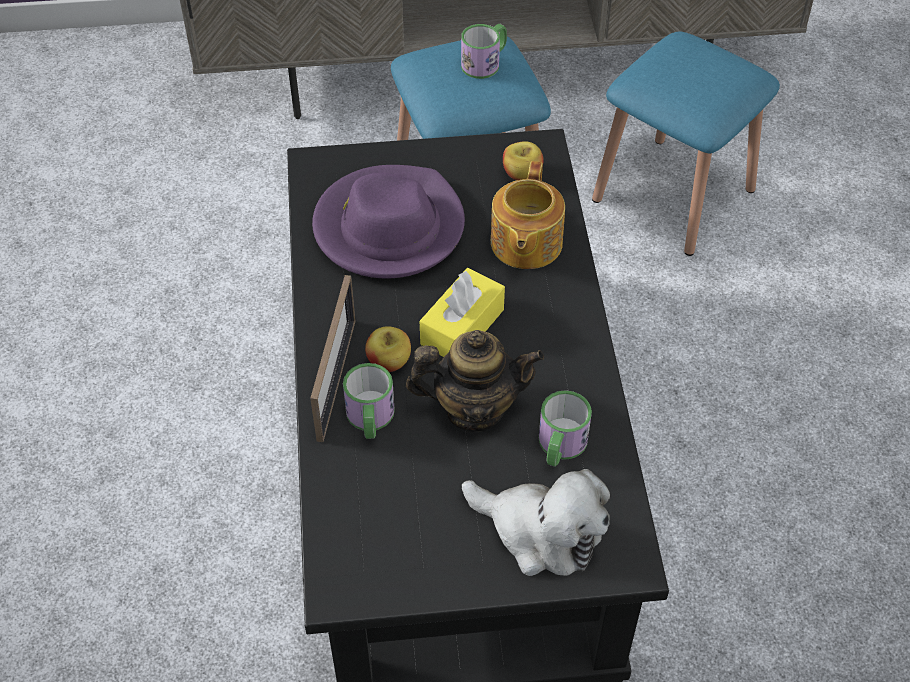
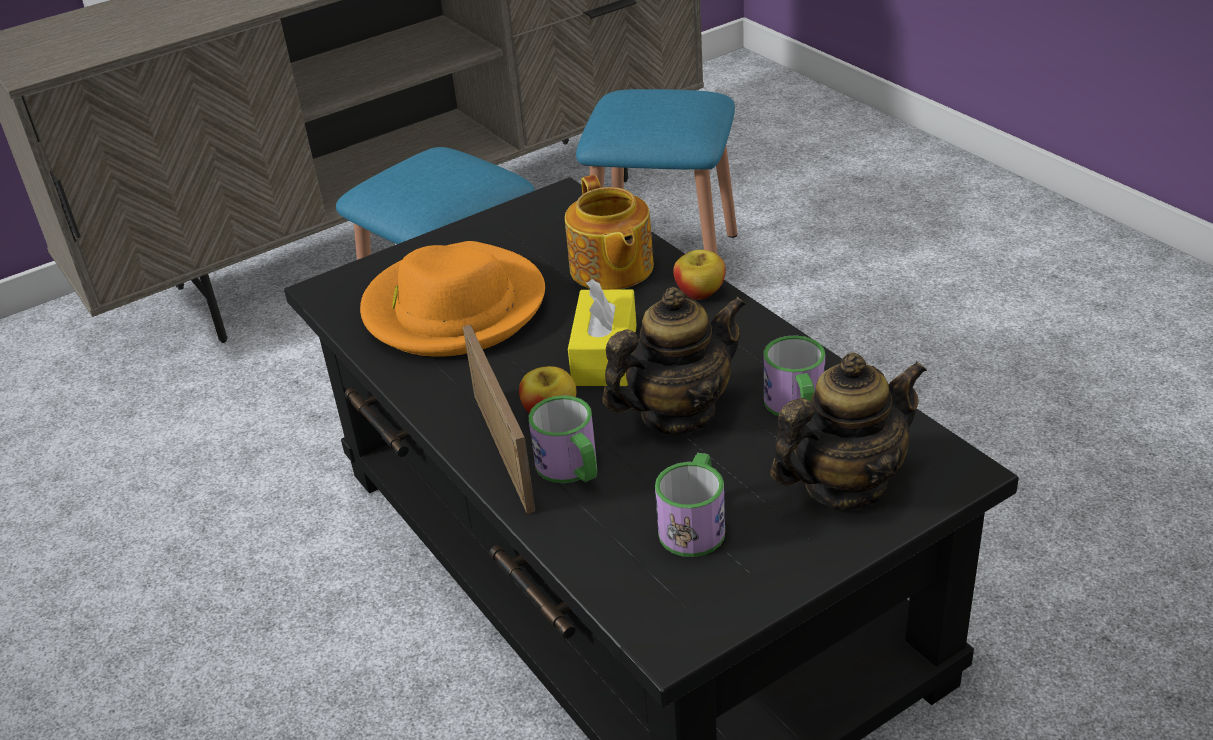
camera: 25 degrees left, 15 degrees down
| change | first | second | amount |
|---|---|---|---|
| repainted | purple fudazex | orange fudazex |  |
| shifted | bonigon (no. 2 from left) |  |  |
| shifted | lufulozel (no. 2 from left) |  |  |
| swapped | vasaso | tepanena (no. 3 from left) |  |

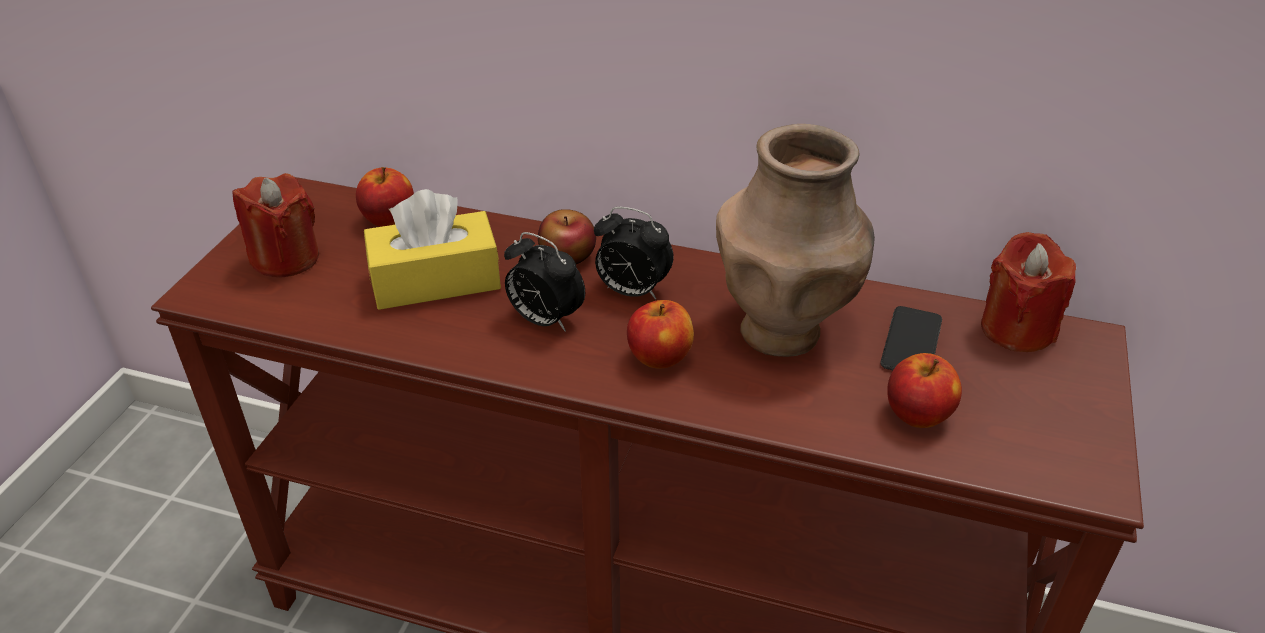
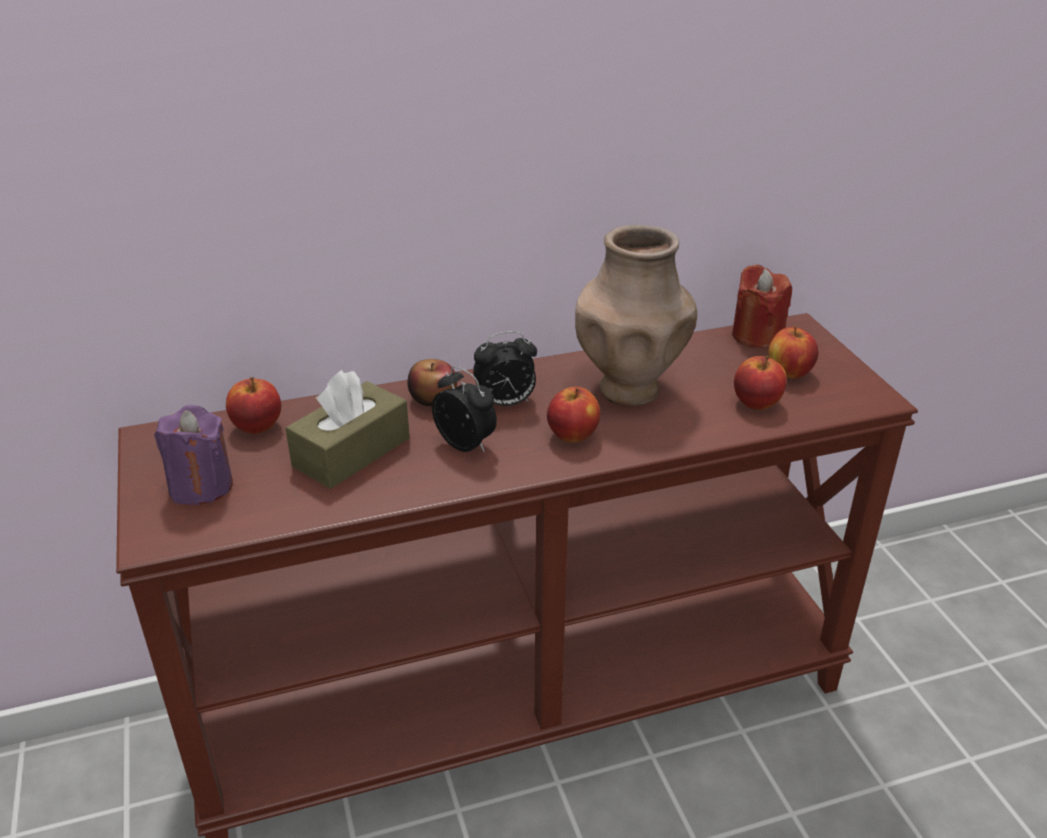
camera: 35 degrees left, 5 degrees down
| change | first | second | amount |
|---|---|---|---|
| repainted | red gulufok (no. 1 from left) | purple gulufok |  |
| repainted | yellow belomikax | brown belomikax |  |
| rotated | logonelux (no. 1 from left) |  | 135 degrees counterclockwise |
| new |  | lufulozel (no. 5 from left) |  |
| gone | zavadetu |  |  |

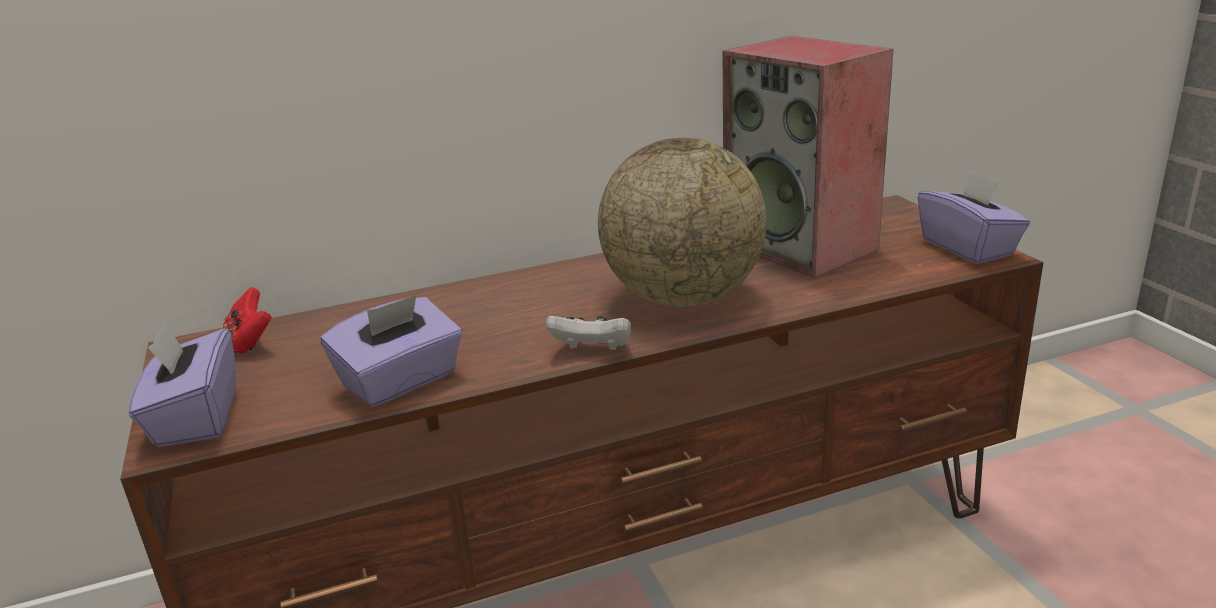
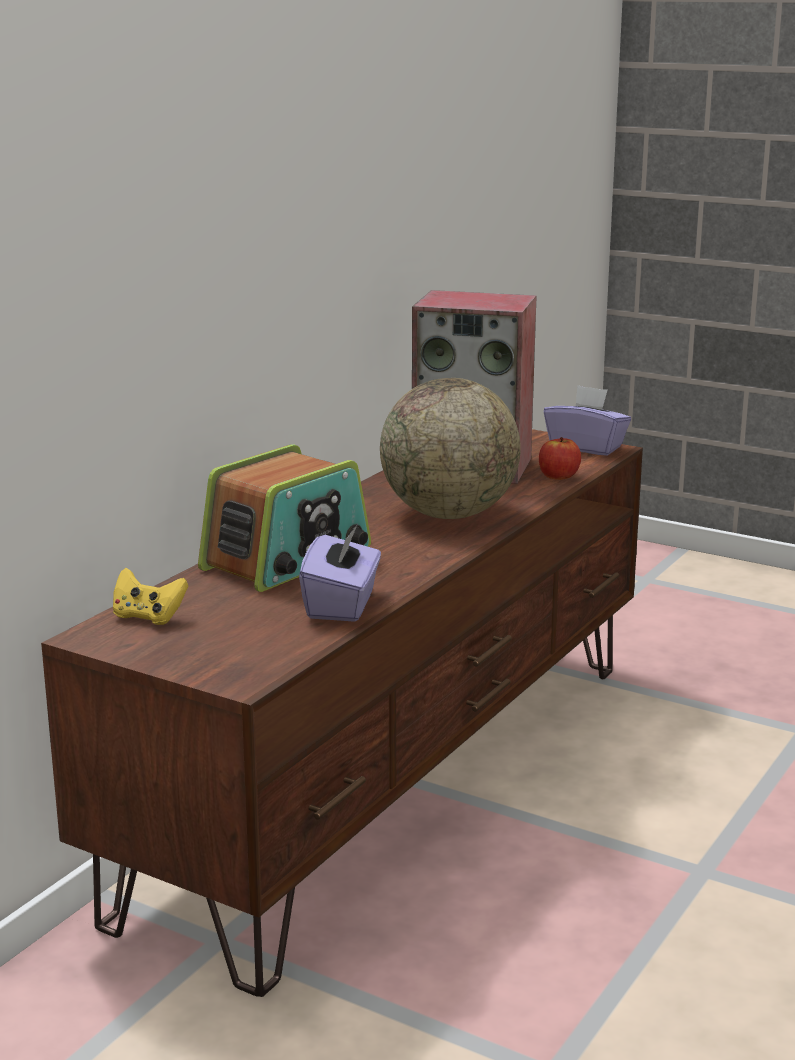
camera: 40 degrees left, 5 degrees down
| change | first | second | amount |
|---|---|---|---|
| repainted | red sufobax | yellow sufobax |  |
| new |  | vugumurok |  |
| new |  | lufulozel |  |
| gone | purple belomikax (no. 1 from left) |  |  |
| gone | white sufobax |  |  |

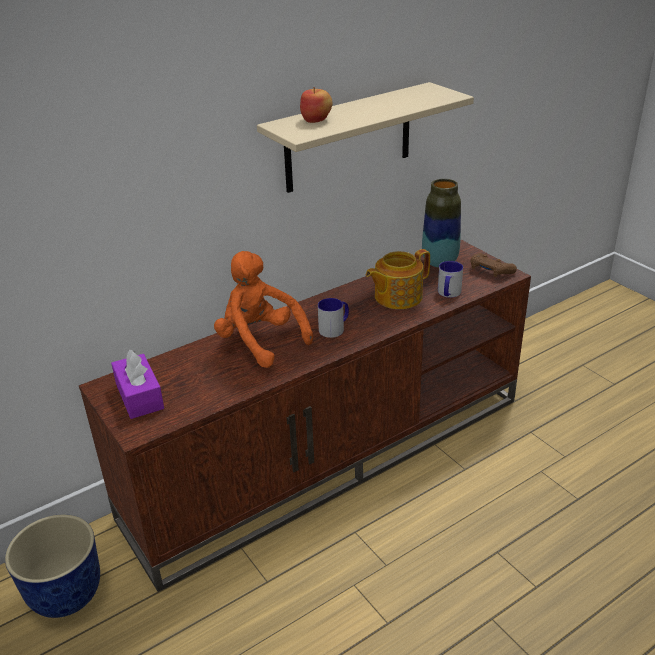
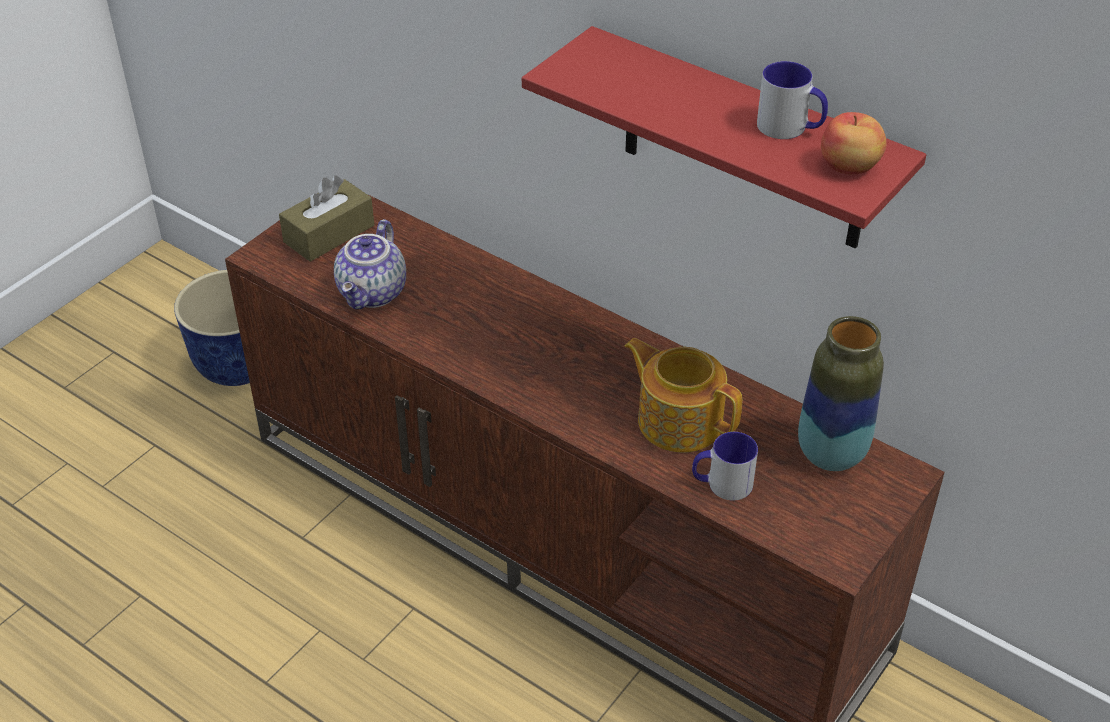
camera: 70 degrees right, 10 degrees up
| change | first | second | amount |
|---|---|---|---|
| repainted | purple belomikax | brown belomikax |  |
| new |  | tepanena (no. 1 from left) |  |
| repainted | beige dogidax | red dogidax |  |
| shifted | bonigon (no. 1 from left in the first image) | bonigon (no. 2 from left) |  |
| shifted | lufulozel |  |  |
| gone | orange vasaso |  |  |
| gone | brown sufobax |  |  |

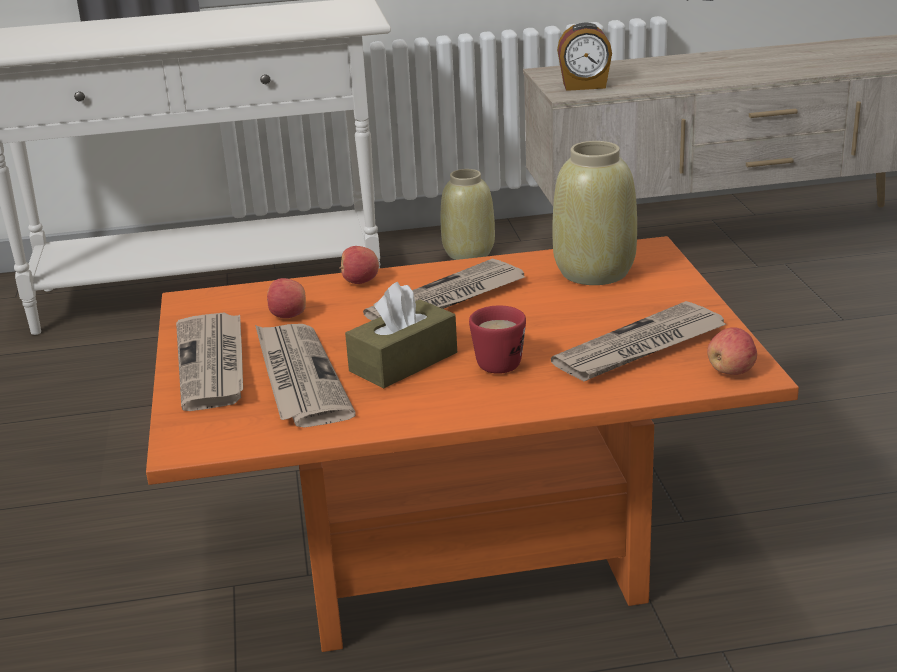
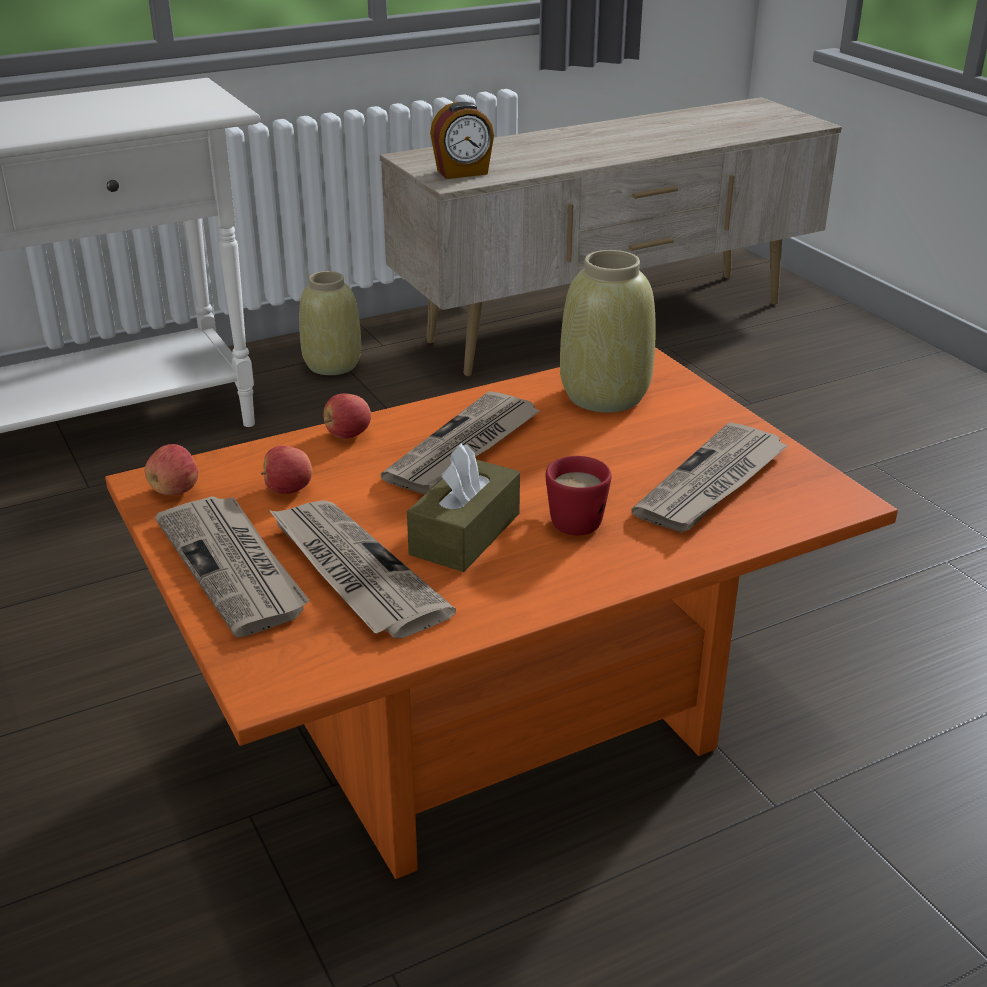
camera: 20 degrees left, 5 degrees up
| change | first | second | amount |
|---|---|---|---|
| shifted | lufulozel (no. 3 from left in the first image) | lufulozel (no. 1 from left) |  |

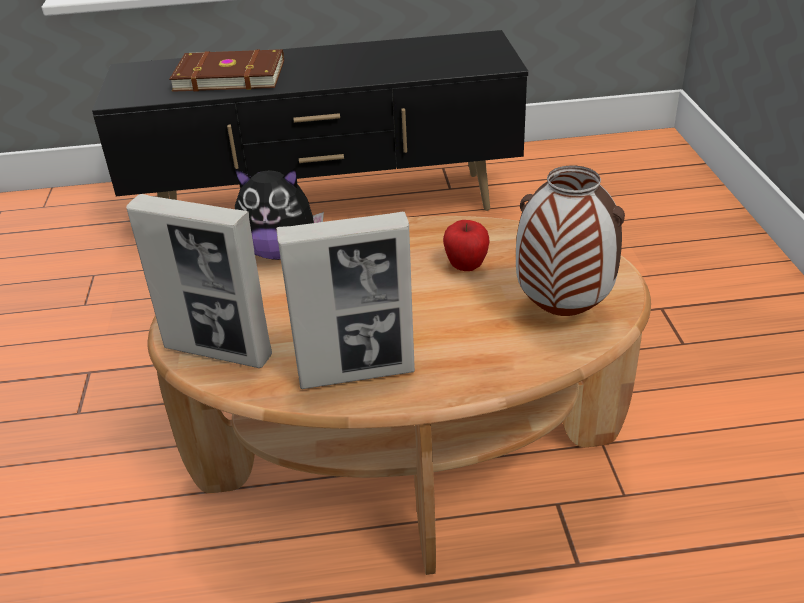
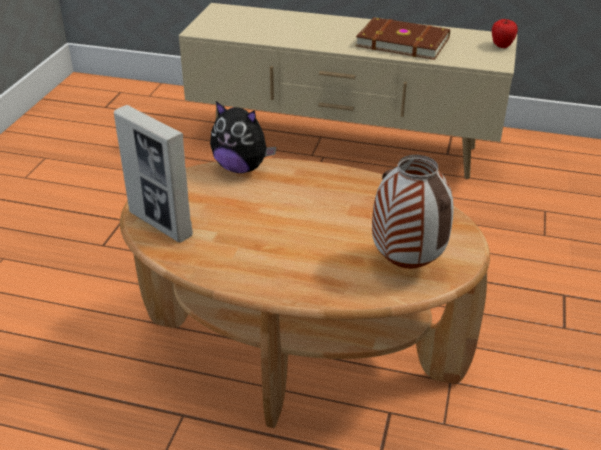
camera: 20 degrees right, 0 degrees up
| change | first | second | amount |
|---|---|---|---|
| repainted | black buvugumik | beige buvugumik |  |
| shifted | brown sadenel |  |  |
| shifted | lufulozel |  |  |
| gone | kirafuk (no. 2 from left) |  |  |

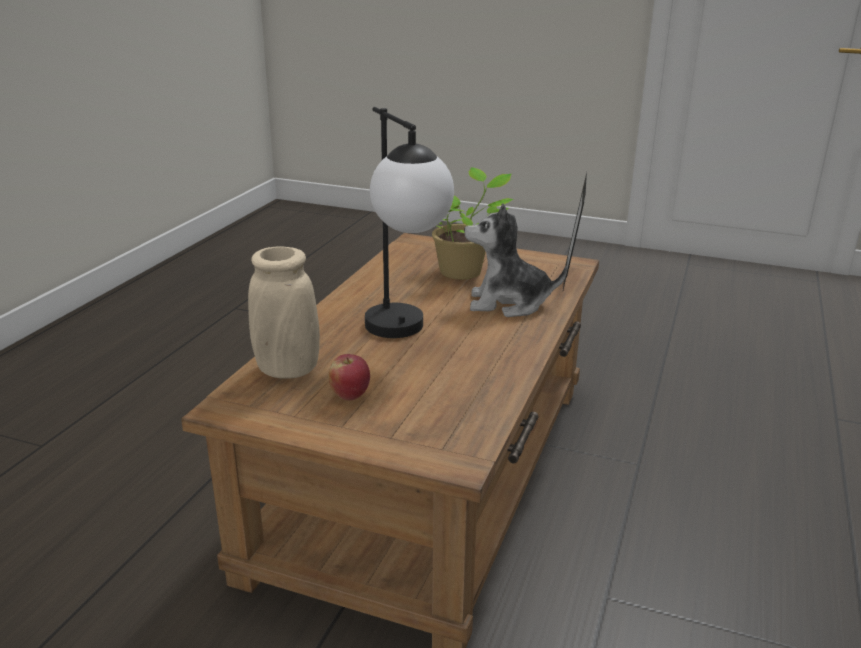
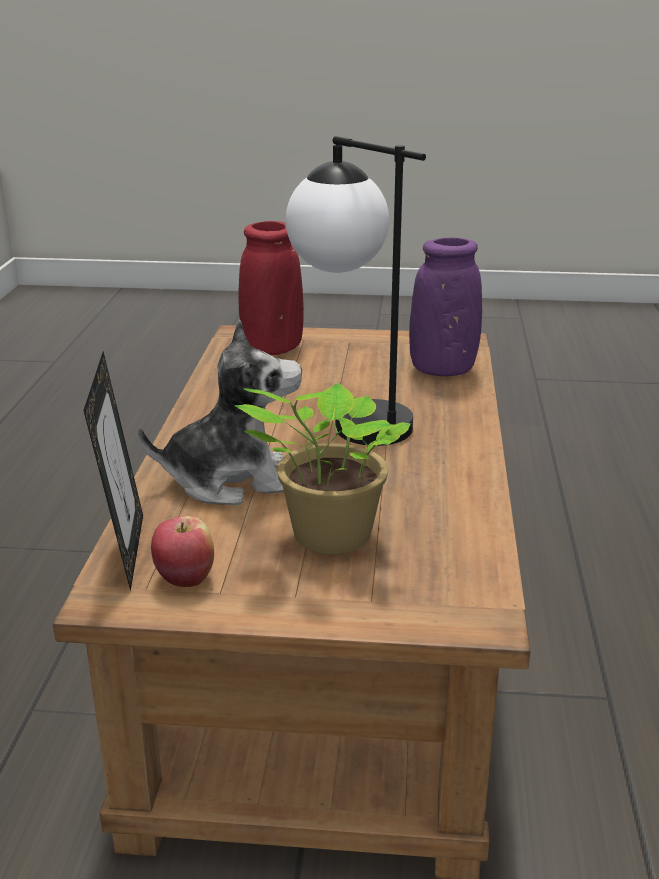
camera: 165 degrees right, 0 degrees up
| change | first | second | amount |
|---|---|---|---|
| shifted | lufulozel |  |  |
| new |  | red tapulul |  |
| repainted | beige tapulul | purple tapulul |  |

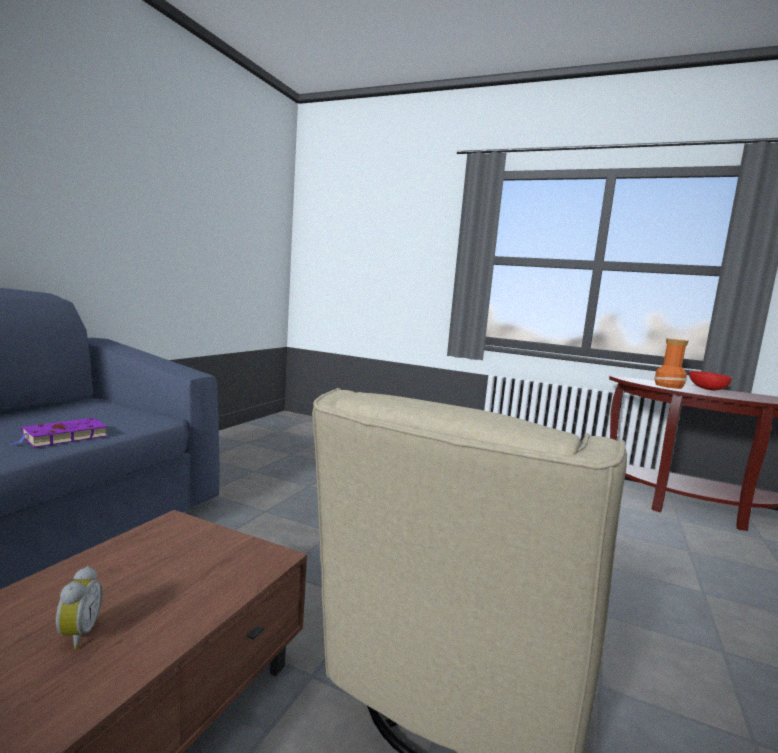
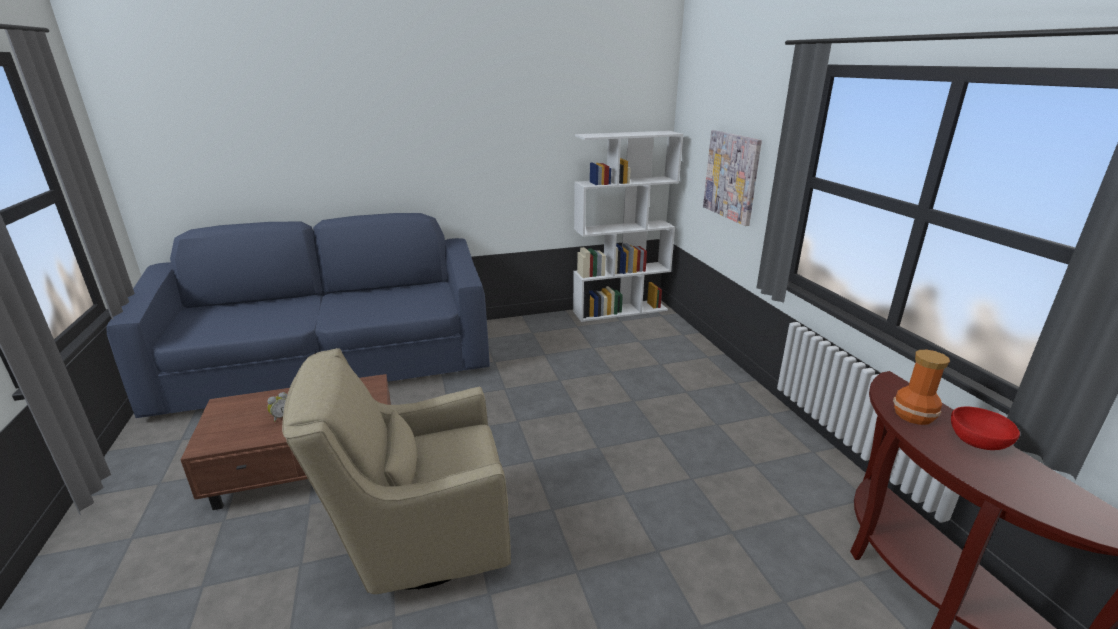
camera: 50 degrees right, 15 degrees up
| change | first | second | amount |
|---|---|---|---|
| new |  | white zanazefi |  |
| new |  | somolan |  |
| gone | purple sadenel |  |  |

